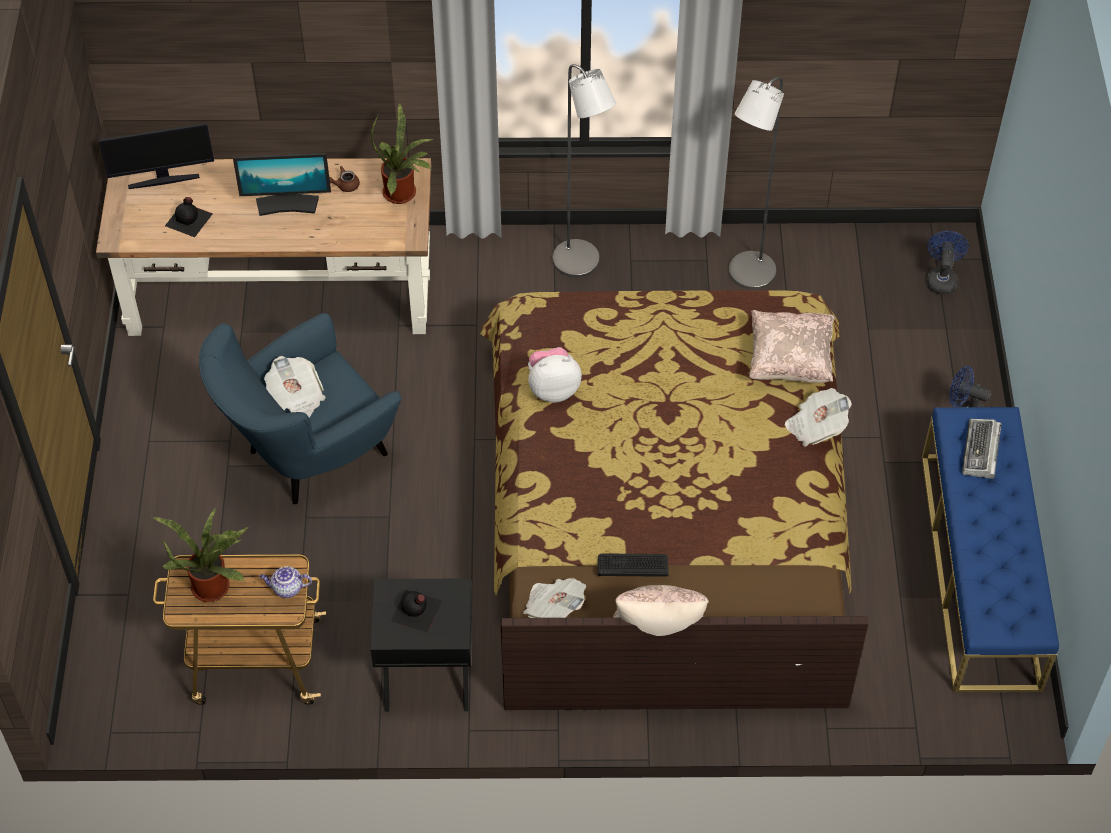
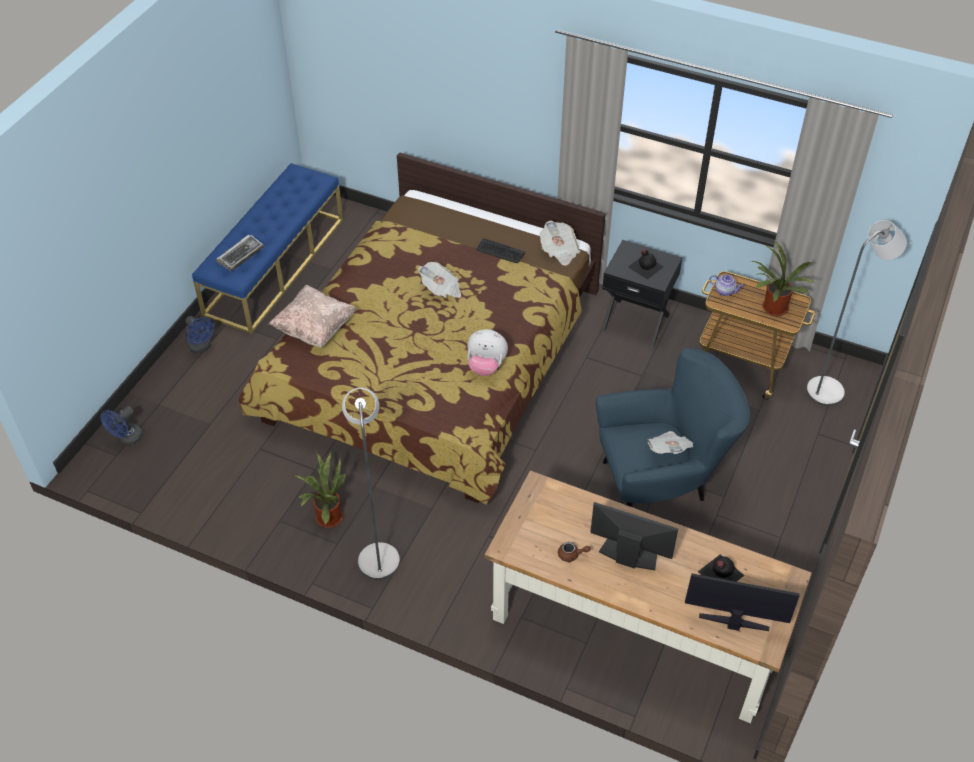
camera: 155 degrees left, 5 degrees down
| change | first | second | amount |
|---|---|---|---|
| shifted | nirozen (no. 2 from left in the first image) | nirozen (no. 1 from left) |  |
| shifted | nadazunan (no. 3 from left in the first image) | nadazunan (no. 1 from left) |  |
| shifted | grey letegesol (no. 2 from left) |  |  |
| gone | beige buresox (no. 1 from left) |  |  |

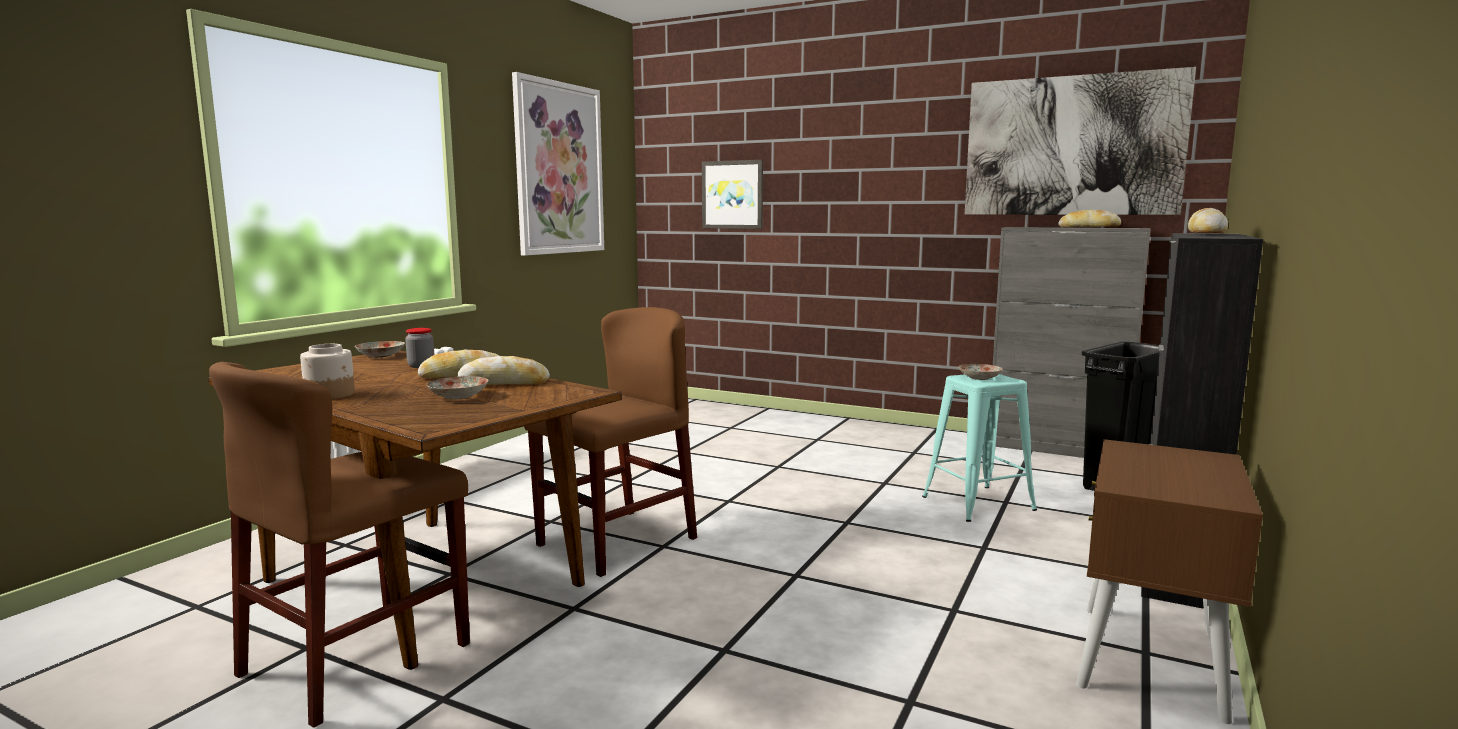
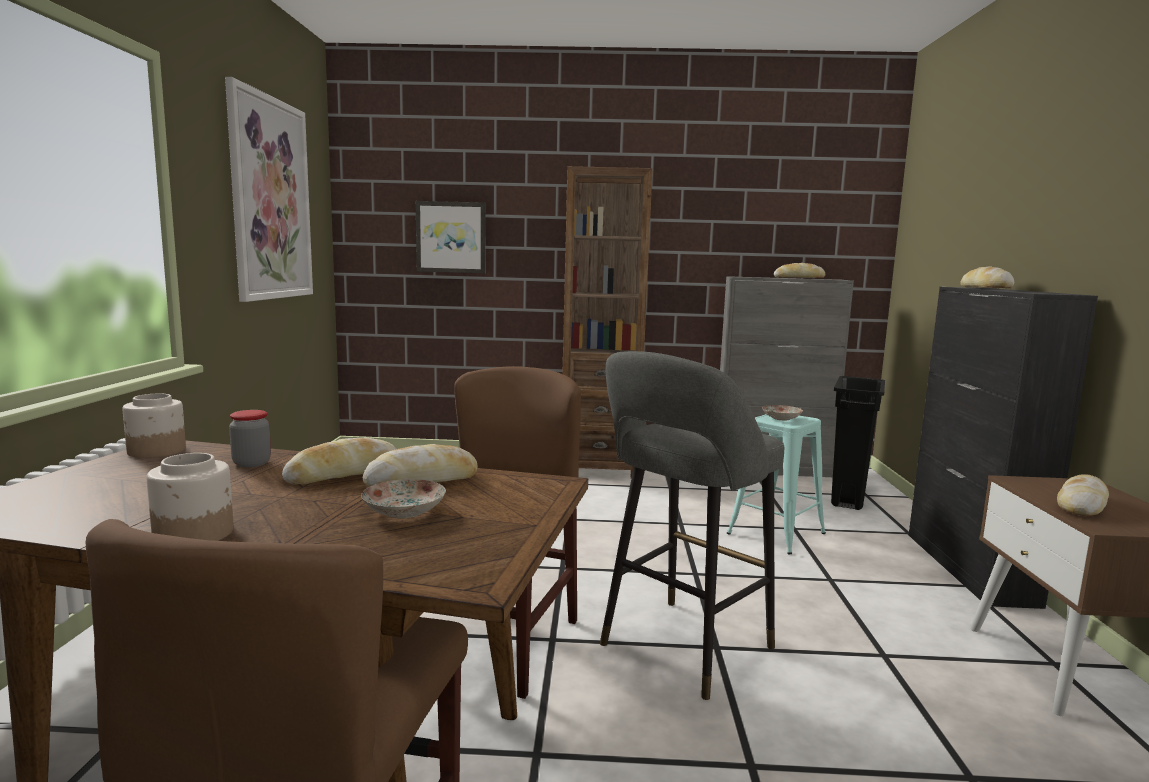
camera: 25 degrees left, 0 degrees up
| change | first | second | amount |
|---|---|---|---|
| swapped | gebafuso (no. 1 from left) | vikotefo (no. 1 from left) |  |
| new |  | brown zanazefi |  |
| new |  | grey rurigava |  |
| new |  | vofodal (no. 5 from left) |  |
| gone | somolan (no. 3 from left) |  |  |

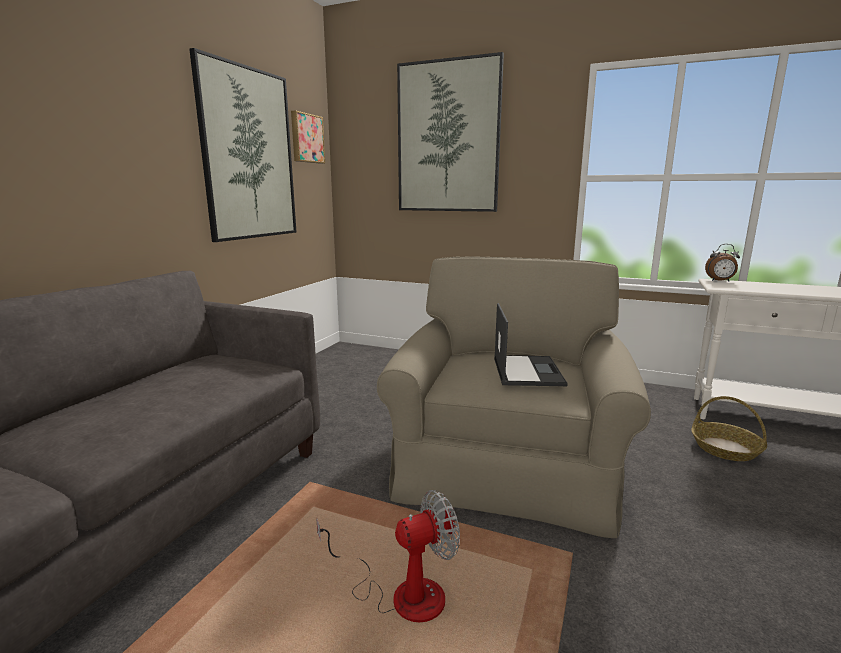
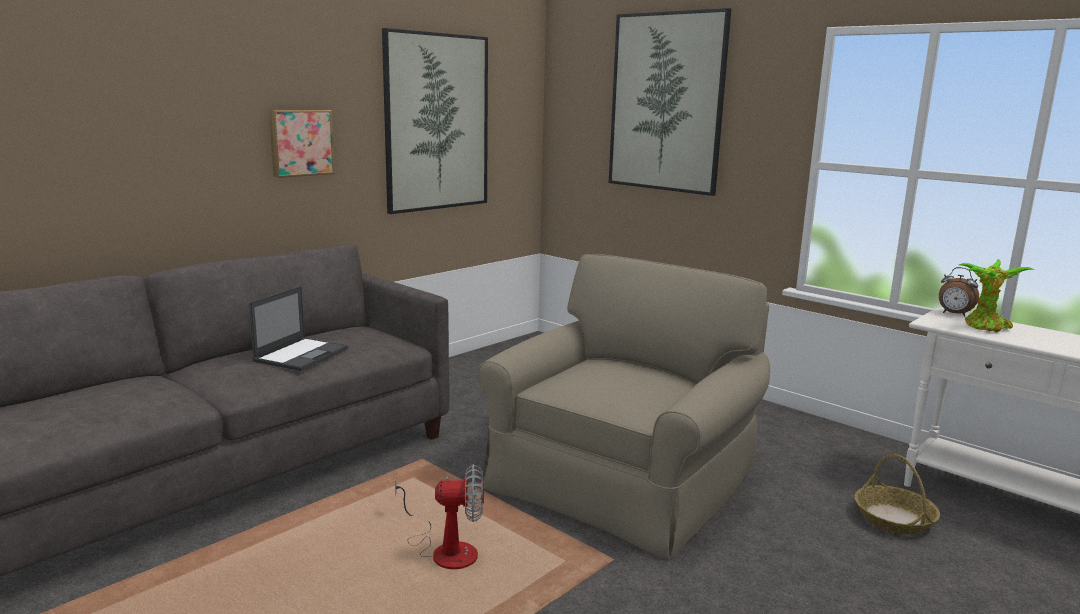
camera: 20 degrees right, 0 degrees up
| change | first | second | amount |
|---|---|---|---|
| shifted | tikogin |  |  |
| shifted | somolan (no. 2 from left in the first image) | somolan (no. 1 from left) |  |
| new |  | nirozen |  |

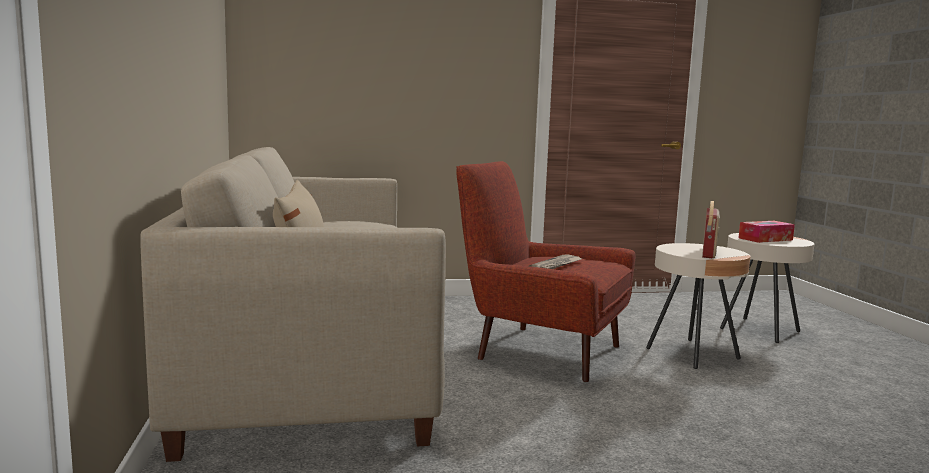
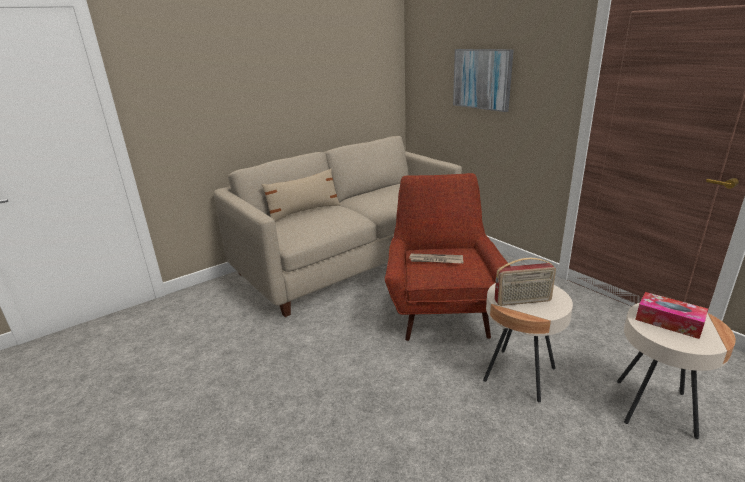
camera: 65 degrees right, 15 degrees up
| change | first | second | amount |
|---|---|---|---|
| new |  | somolan |  |

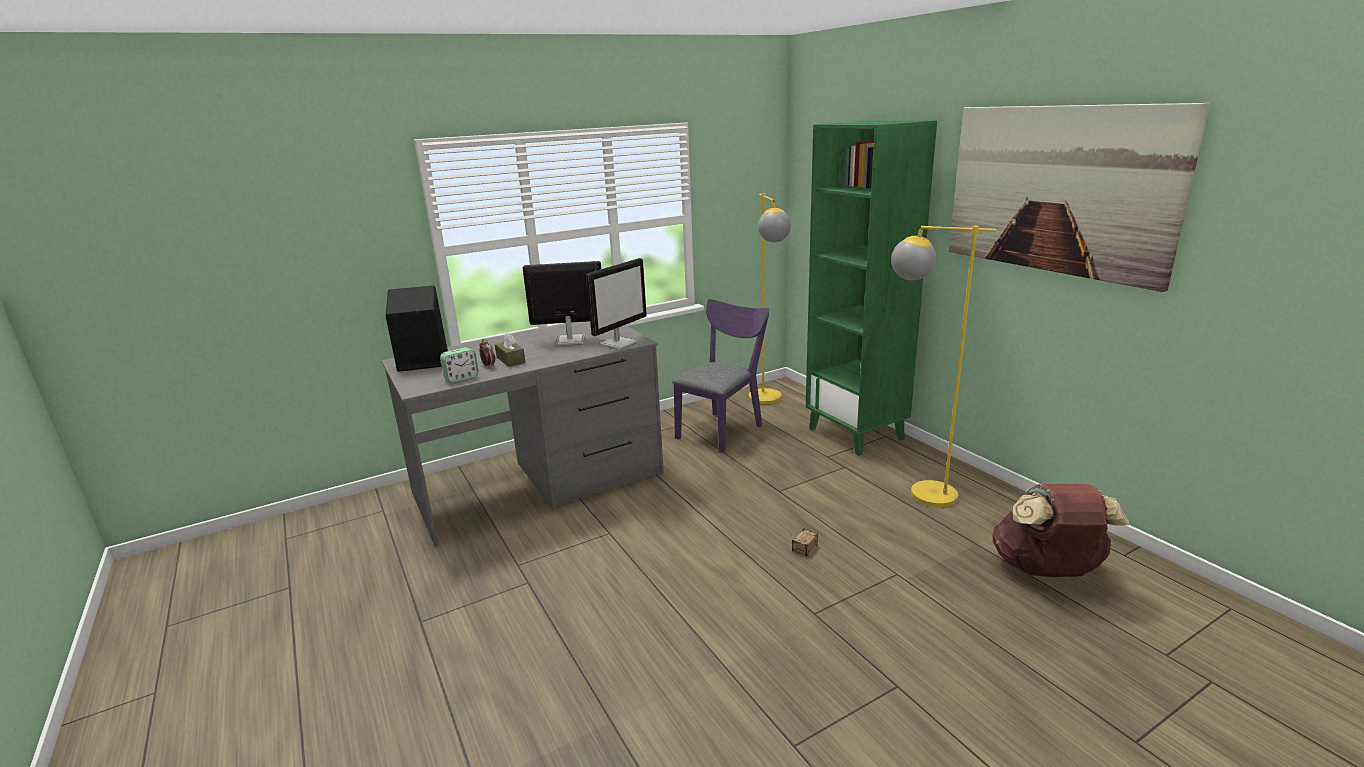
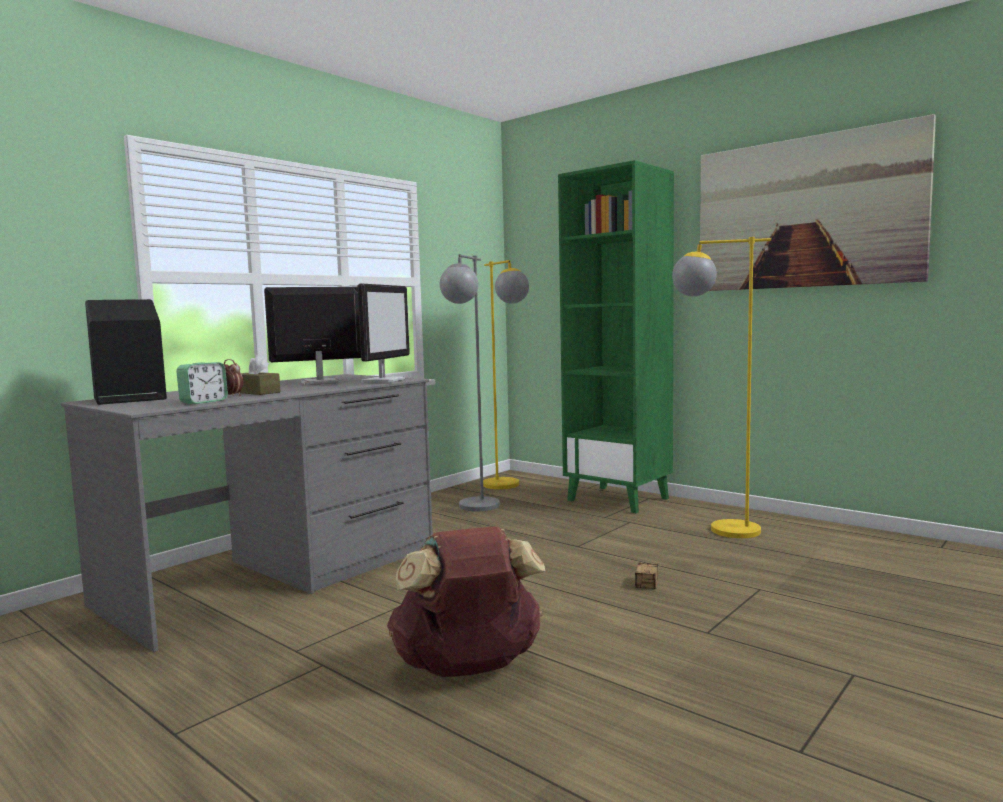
camera: 20 degrees left, 15 degrees down
| change | first | second | amount |
|---|---|---|---|
| shifted | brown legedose |  |  |
| swapped | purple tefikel | grey letegesol |  |

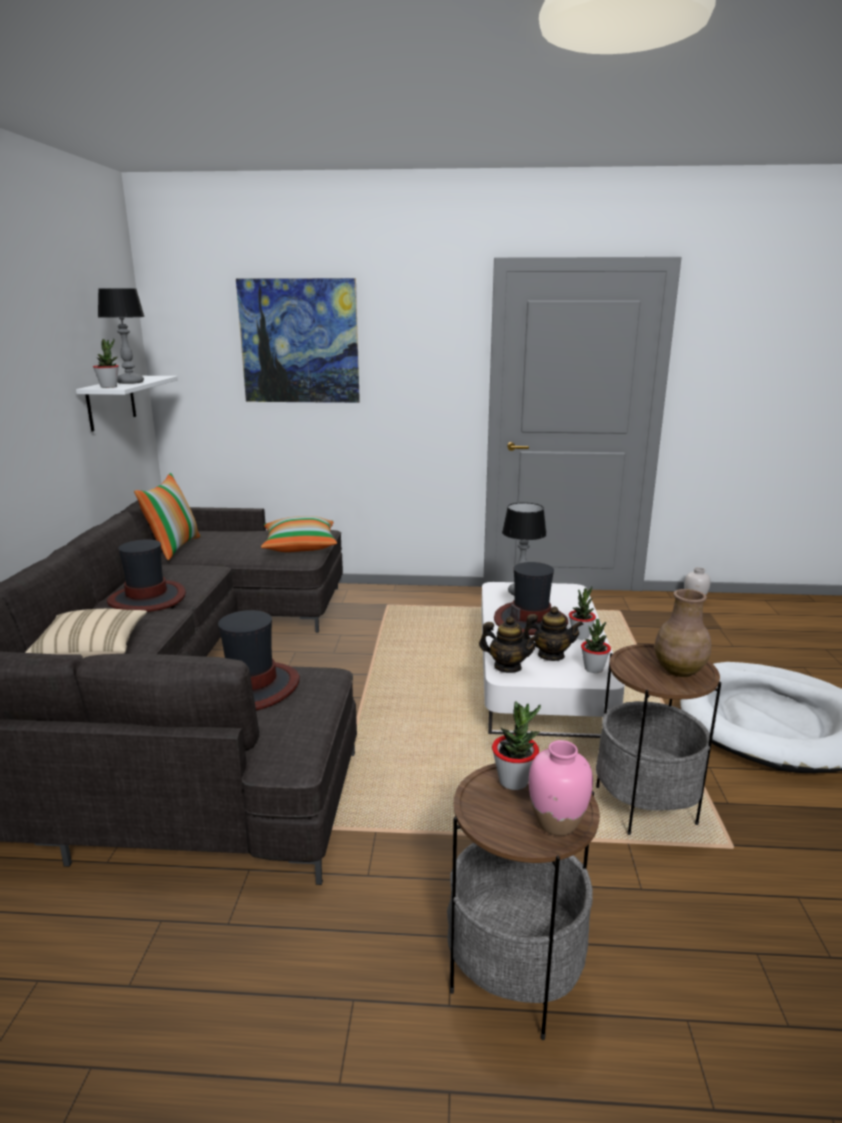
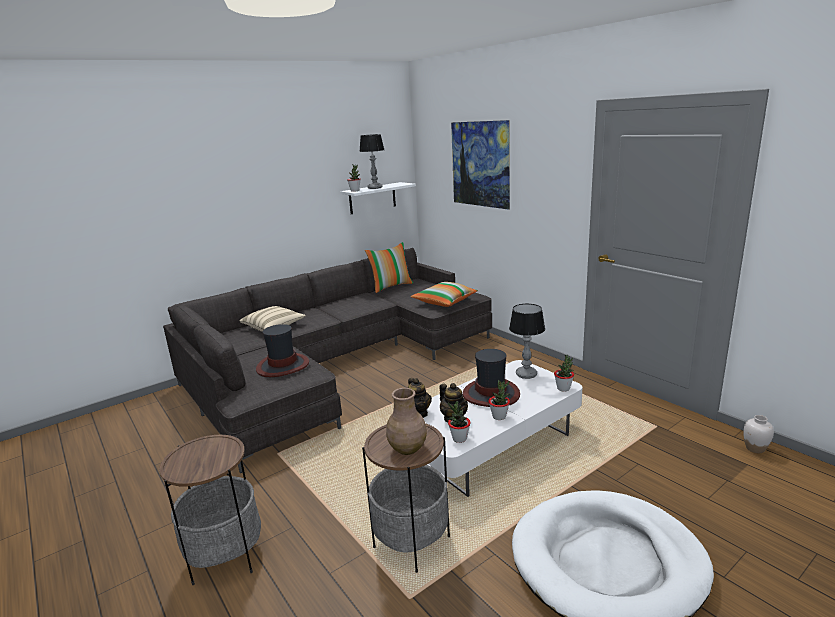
camera: 50 degrees right, 0 degrees up
| change | first | second | amount |
|---|---|---|---|
| shifted | nirozen (no. 2 from left in the first image) | nirozen (no. 4 from left) |  |
| gone | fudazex (no. 1 from left) |  |  |
| gone | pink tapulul |  |  |

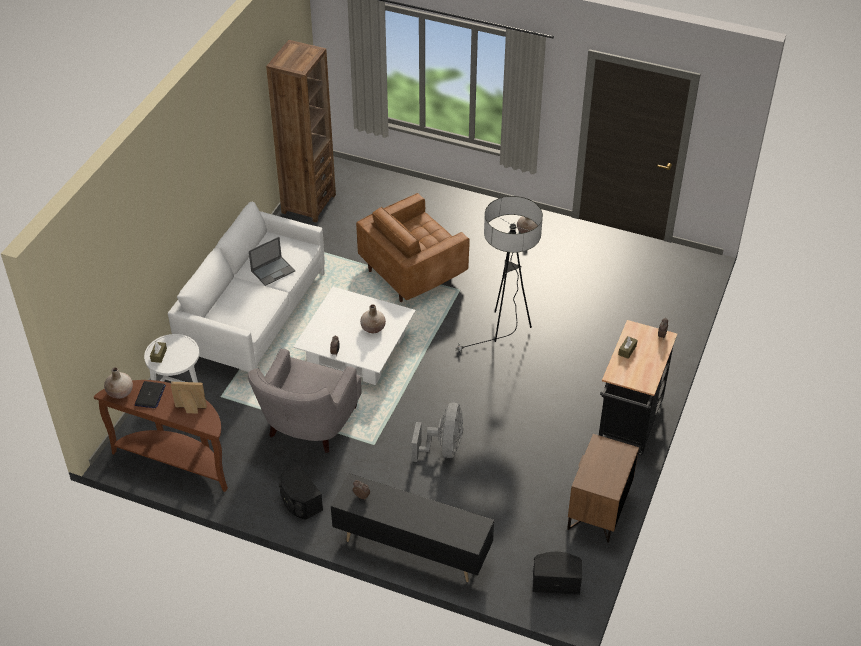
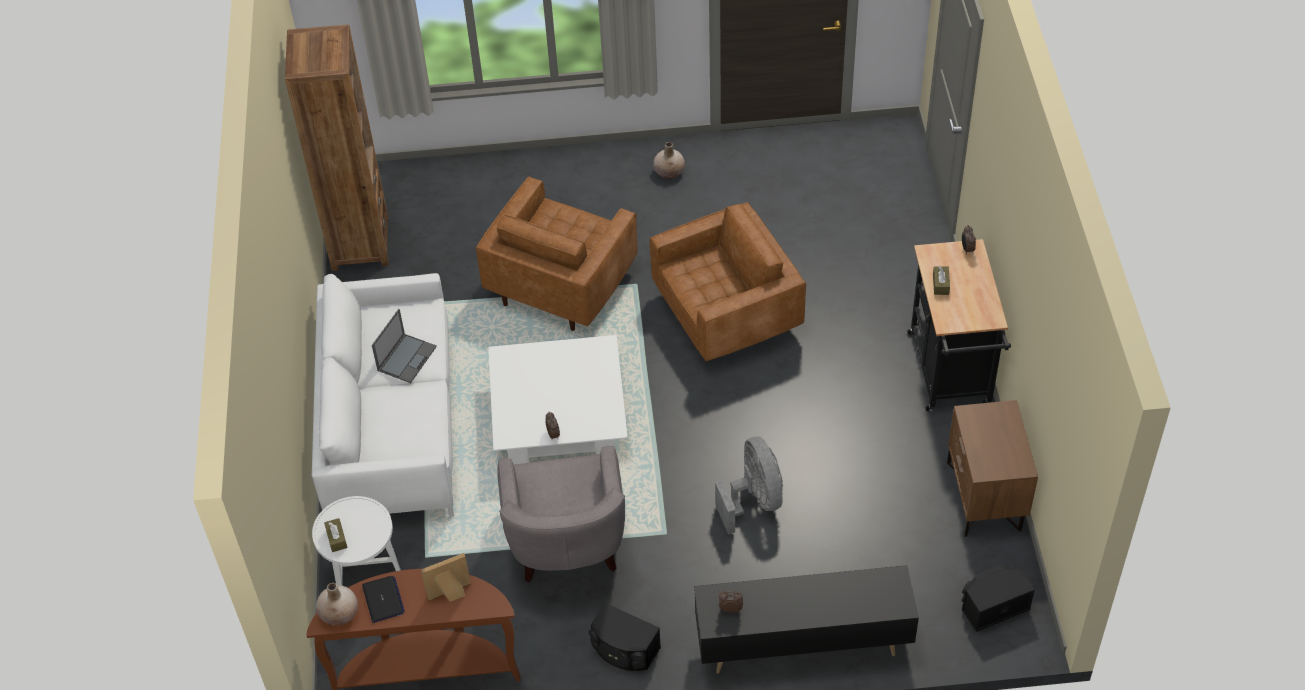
camera: 25 degrees left, 5 degrees up
| change | first | second | amount |
|---|---|---|---|
| swapped | letegesol | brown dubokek (no. 2 from left) |  |
| gone | beige tapulul (no. 2 from left) |  |  |

